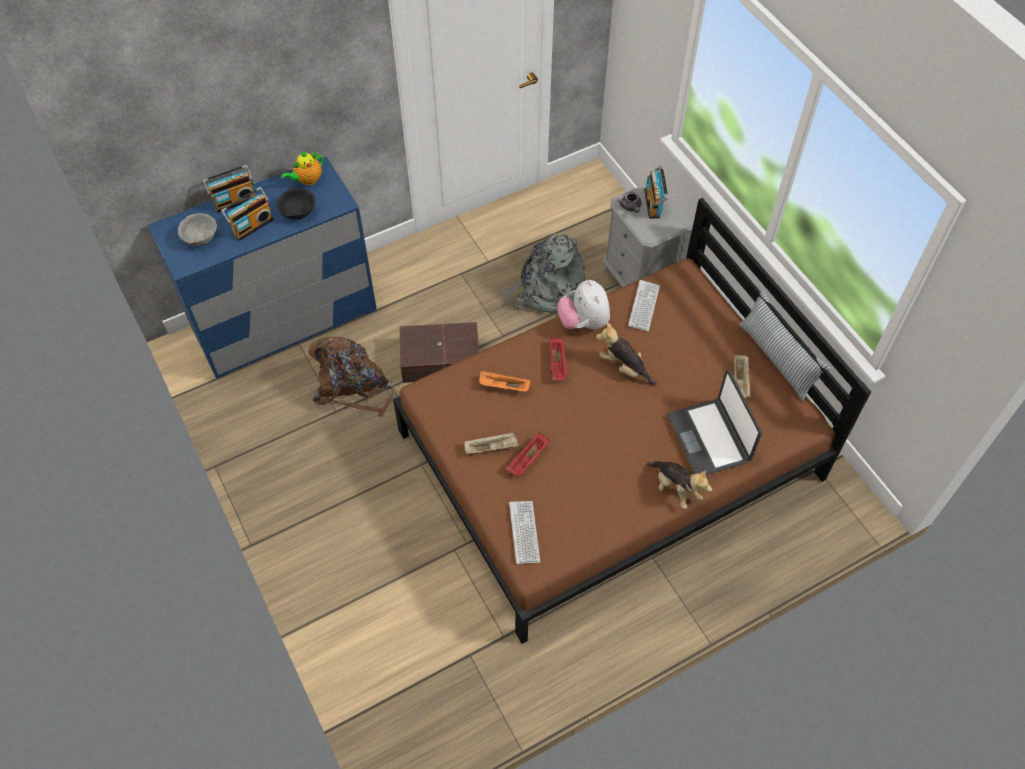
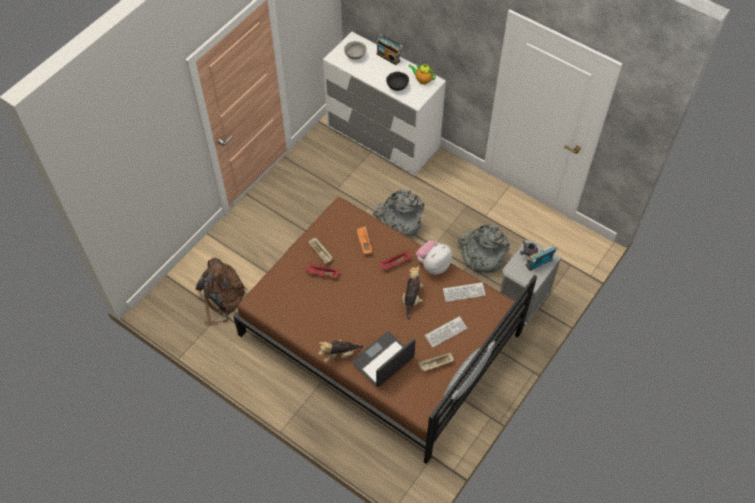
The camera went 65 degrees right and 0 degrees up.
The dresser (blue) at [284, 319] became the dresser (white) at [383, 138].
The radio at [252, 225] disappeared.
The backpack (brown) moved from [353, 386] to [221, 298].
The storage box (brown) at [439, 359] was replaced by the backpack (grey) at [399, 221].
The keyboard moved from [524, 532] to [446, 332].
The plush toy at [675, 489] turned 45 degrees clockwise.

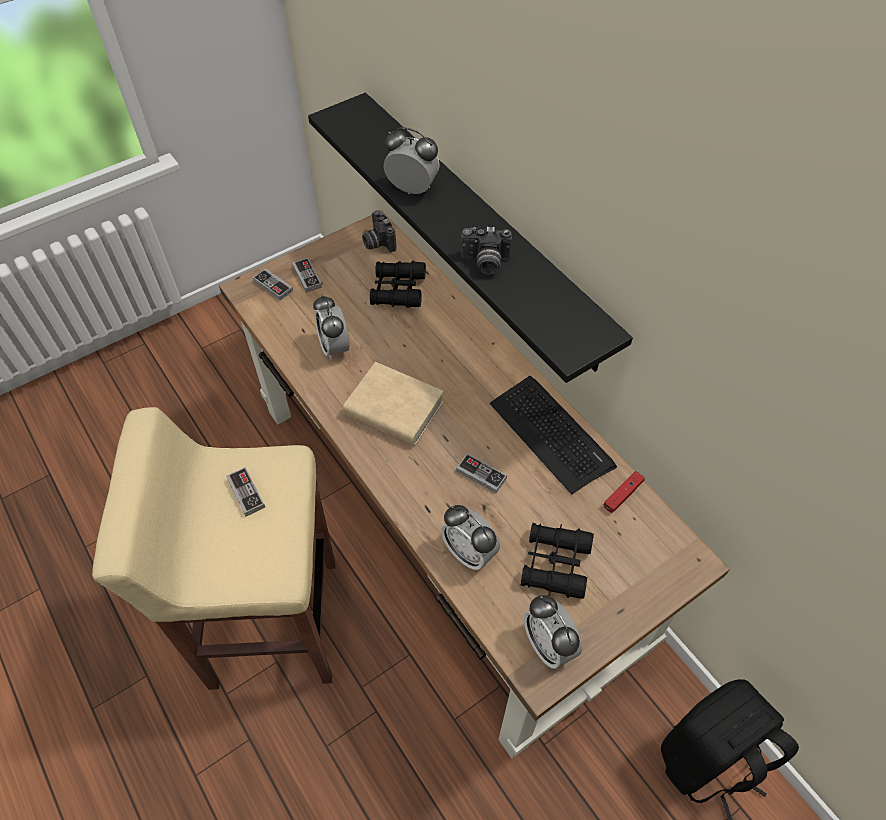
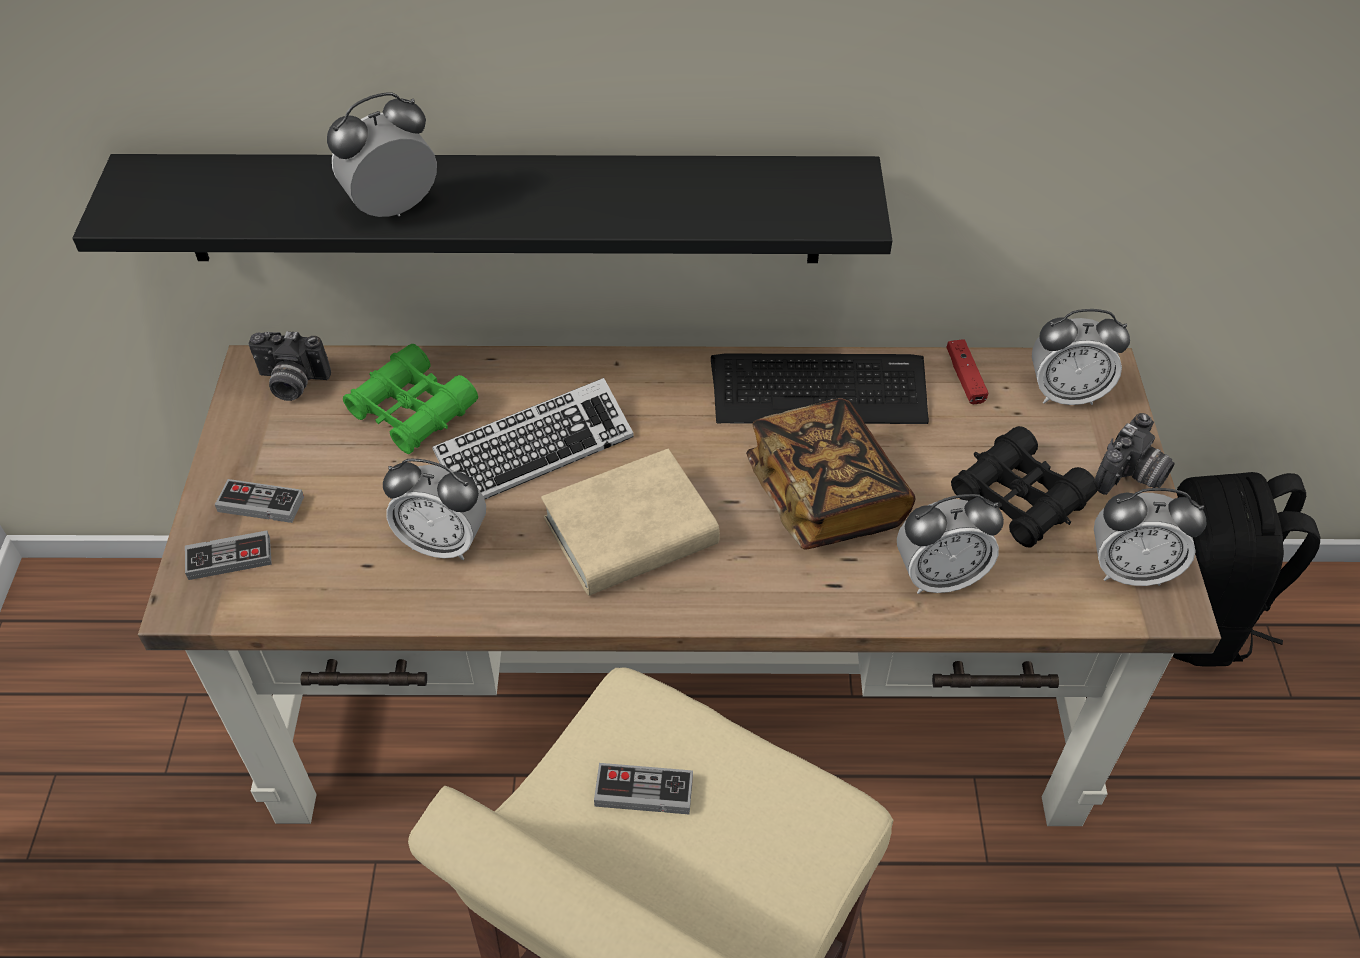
The camera went 55 degrees left and 5 degrees down.
The binoculars (black) at [398, 290] became the binoculars (green) at [412, 410].
The game controller at [481, 474] was replaced by the book at [825, 496].
The photo camera moved from [485, 263] to [1131, 477].
The keyboard at [535, 450] appeared.
The alarm clock at [1065, 394] appeared.

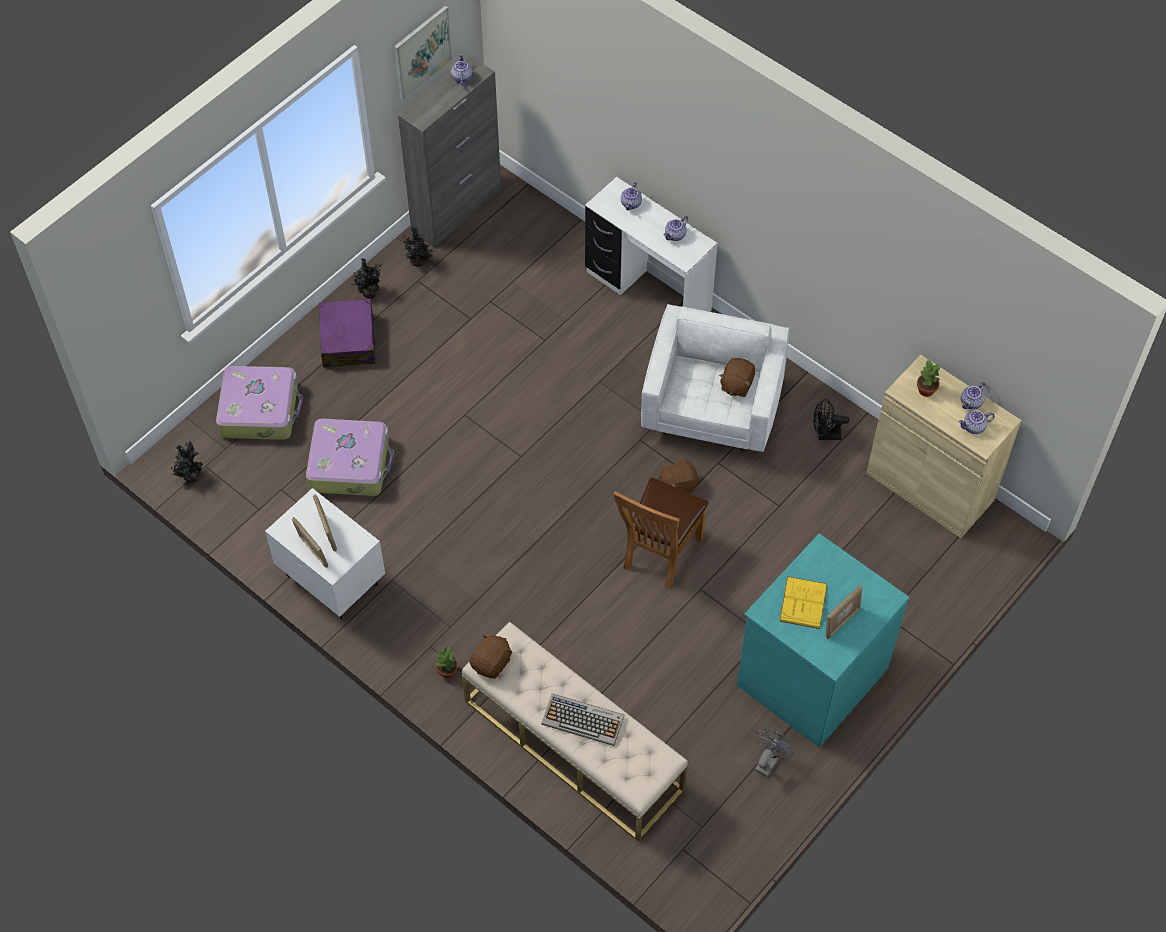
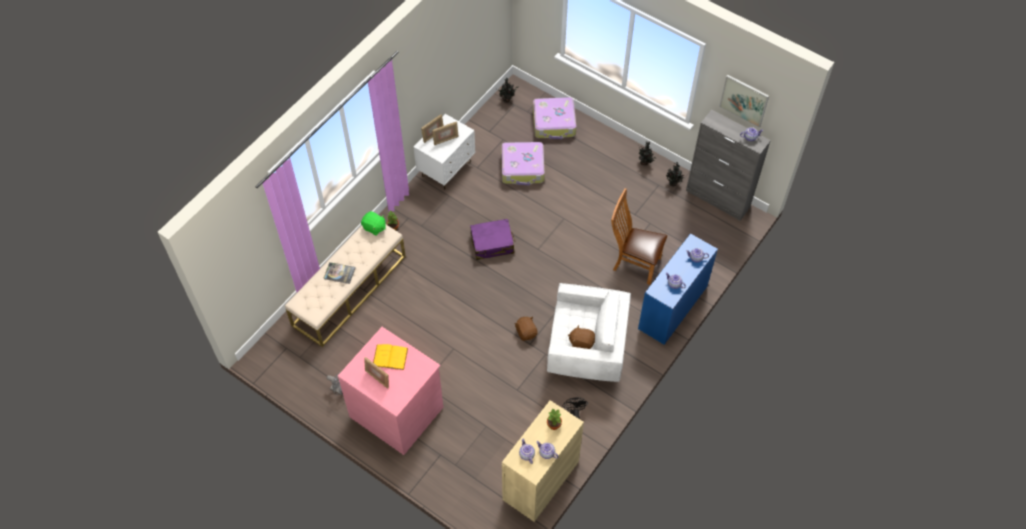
The camera went 85 degrees right and 0 degrees up.
The suitcase (purple) moved from [348, 340] to [492, 243].
The plush toy (brown) at [492, 663] became the plush toy (green) at [374, 227].
The keyboard at [583, 720] was replaced by the book at [339, 273].
The desk (white) at [647, 293] became the desk (blue) at [672, 307].
The chair (brown) moved from [659, 555] to [633, 263].
The dresser (turquoise) at [810, 675] became the dresser (pink) at [397, 411].

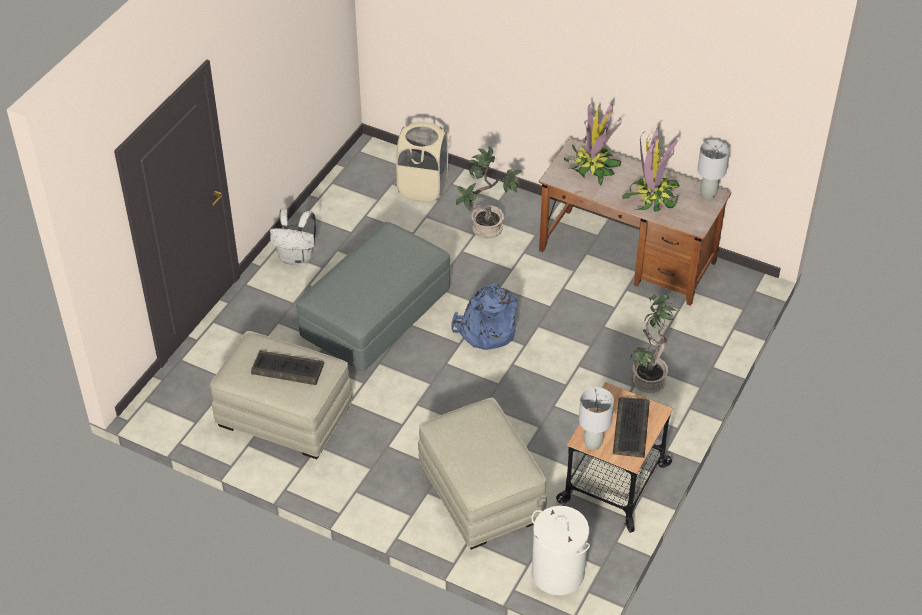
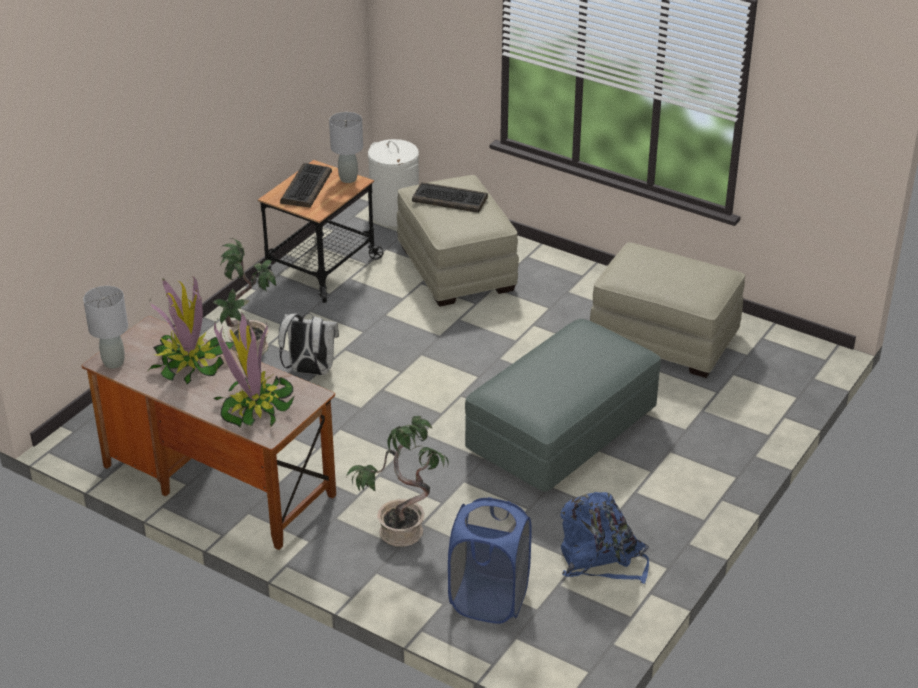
The camera went 175 degrees left and 10 degrees down.
The keyboard moved from [287, 369] to [450, 199].
The backpack (white) moved from [297, 258] to [309, 371].
The laundry basket (beige) at [423, 188] became the laundry basket (blue) at [489, 599].
The backpack (blue) moved from [485, 331] to [601, 559].

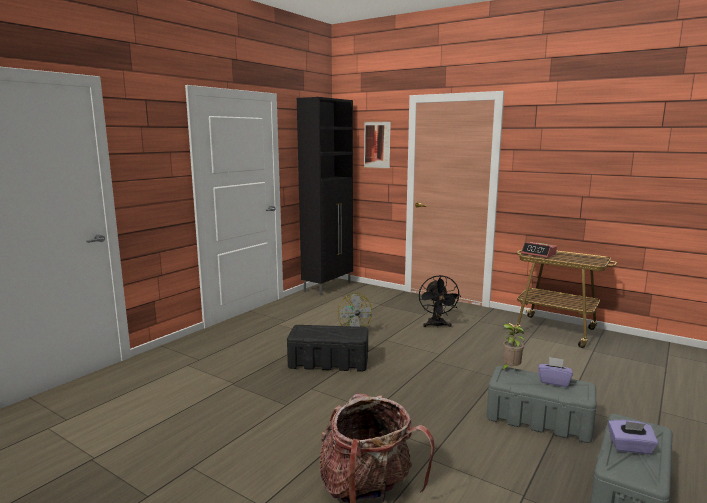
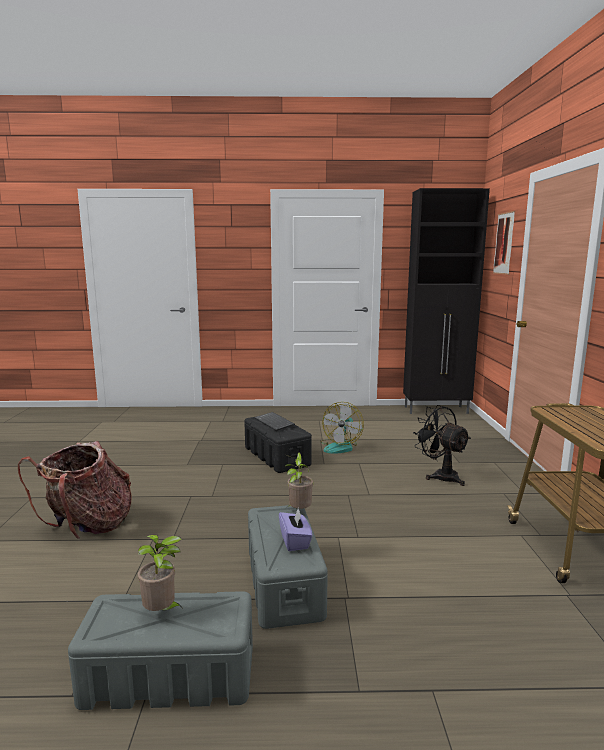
The camera went 55 degrees right and 0 degrees up.
The fan (black) at [436, 325] turned 90 degrees clockwise.
The alarm clock at [539, 254] disappeared.
The tissue box (purple) at [630, 447] was replaced by the potted plant at [162, 612].
The keyboard at [275, 422] appeared.

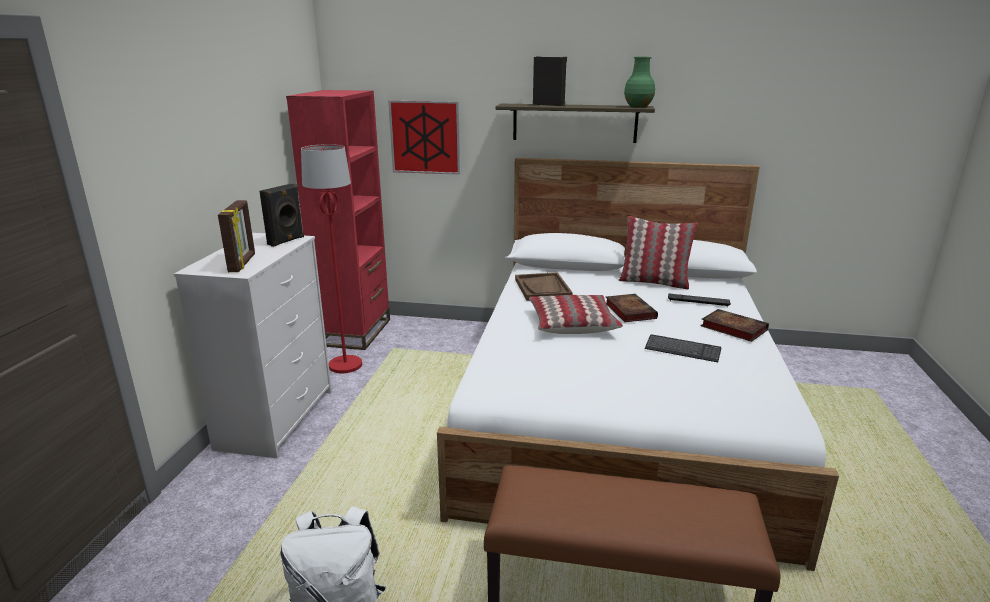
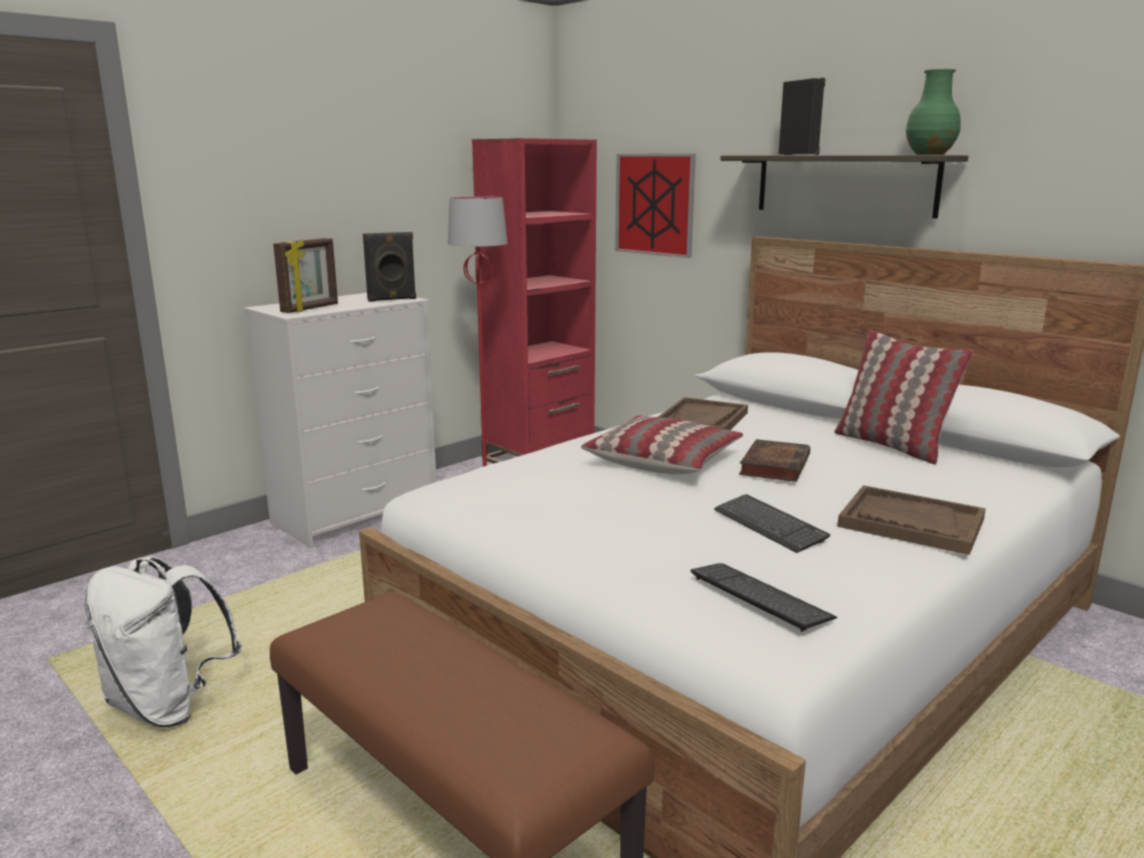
The camera went 35 degrees right and 5 degrees down.
The keyboard moved from [698, 300] to [759, 597].
The book at [731, 328] was replaced by the tray (brown) at [910, 523].

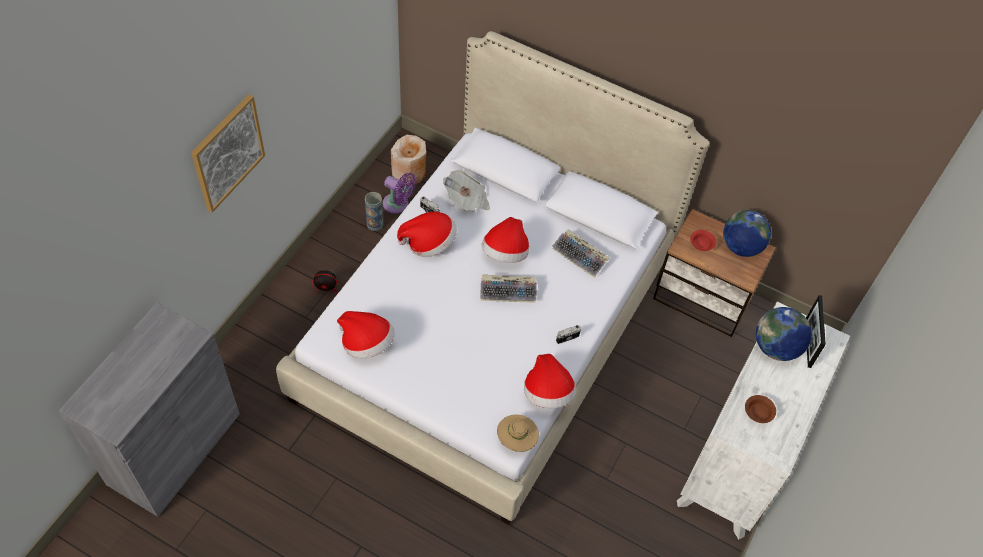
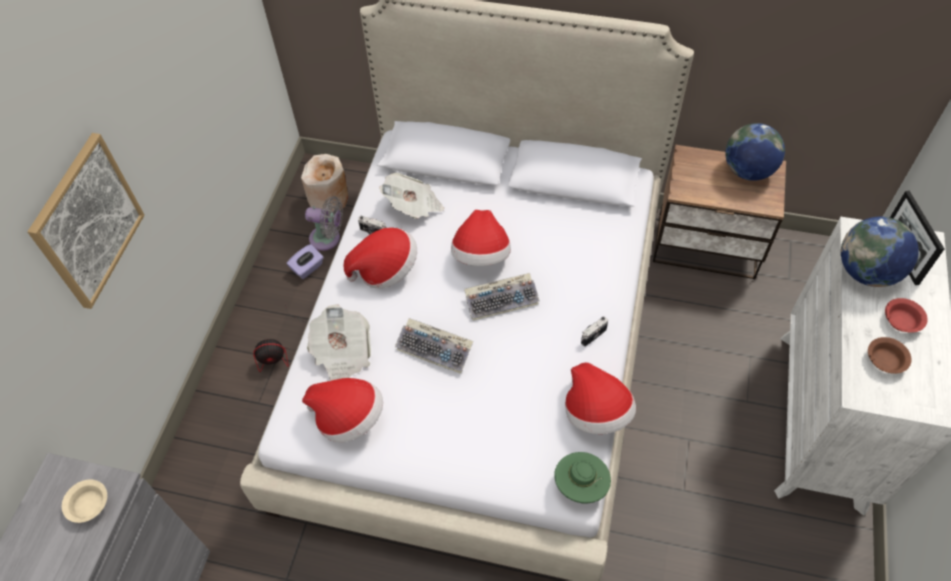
The camera went 10 degrees left and 0 degrees up.
The vase at [375, 224] was replaced by the tissue box (purple) at [308, 268].
The fan (purple) at [398, 205] became the fan (grey) at [328, 239].
The hat (beige) at [516, 439] became the hat (green) at [581, 485].
The keyboard moved from [580, 256] to [436, 349].
The bowl (red) moved from [702, 244] to [902, 321].
The bowl (beige) at [90, 504] appeared.
The newspaper at [342, 354] appeared.

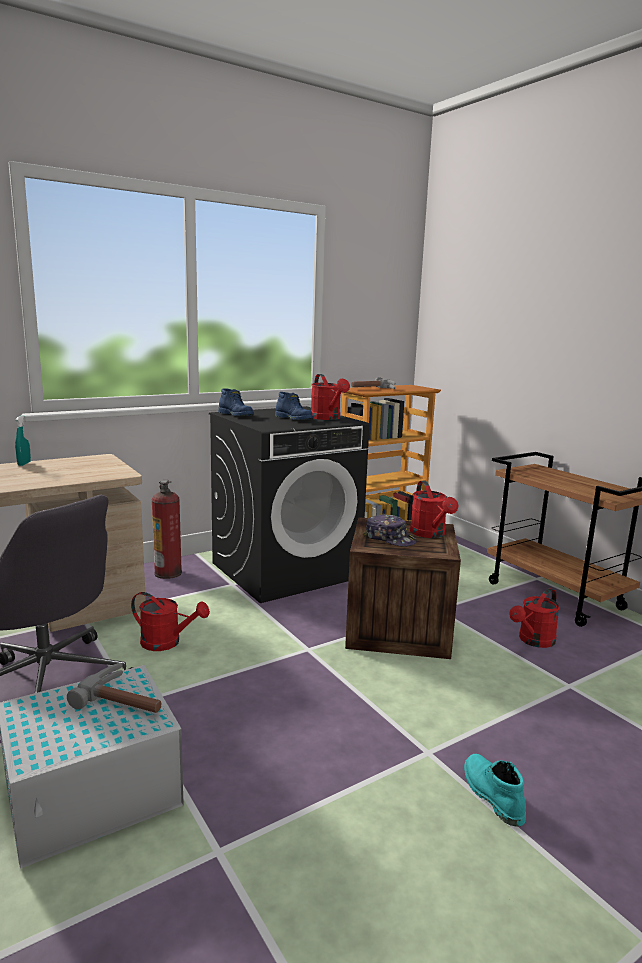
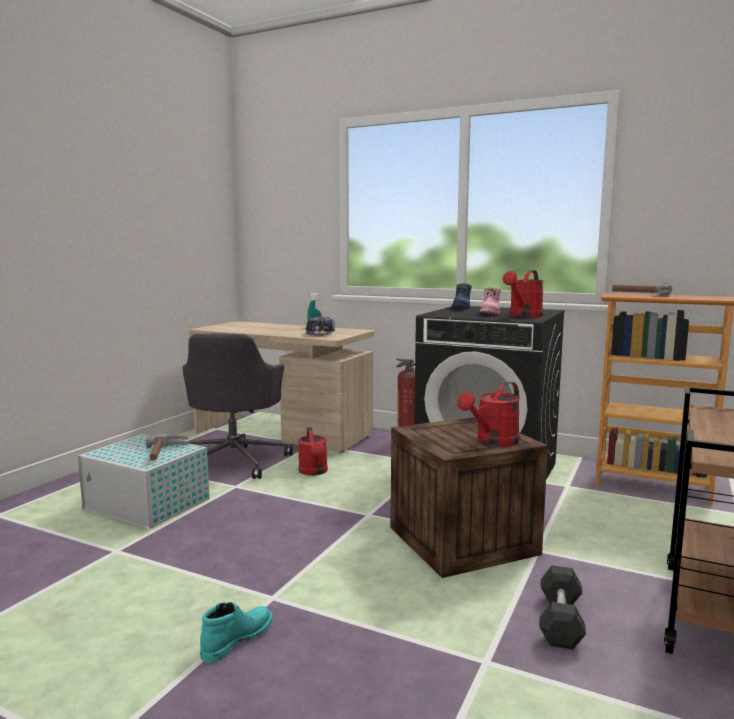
The camera went 60 degrees right and 5 degrees down.
The boot (blue) at [294, 419] became the boot (pink) at [491, 313].
The cap moved from [389, 539] to [320, 334].
The watering can (red) at [533, 641] was replaced by the dumbbell (grey) at [560, 621].

